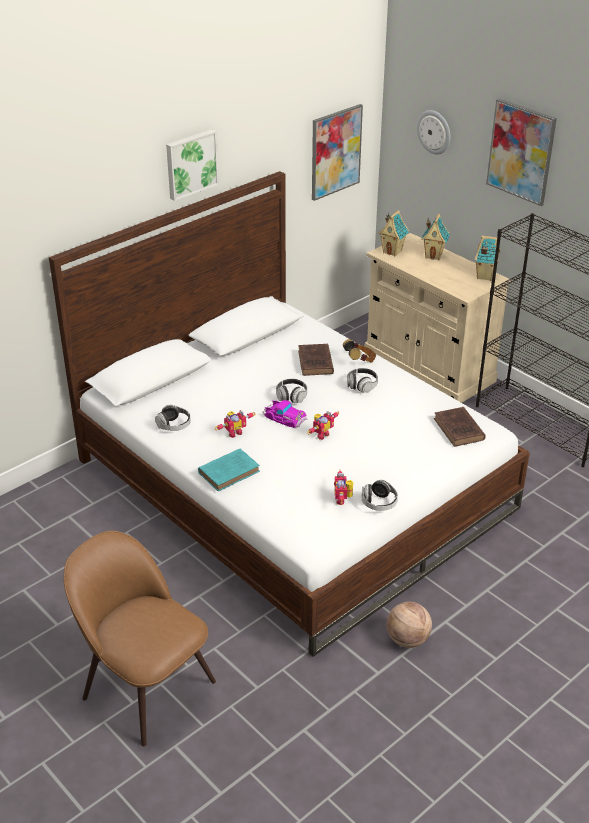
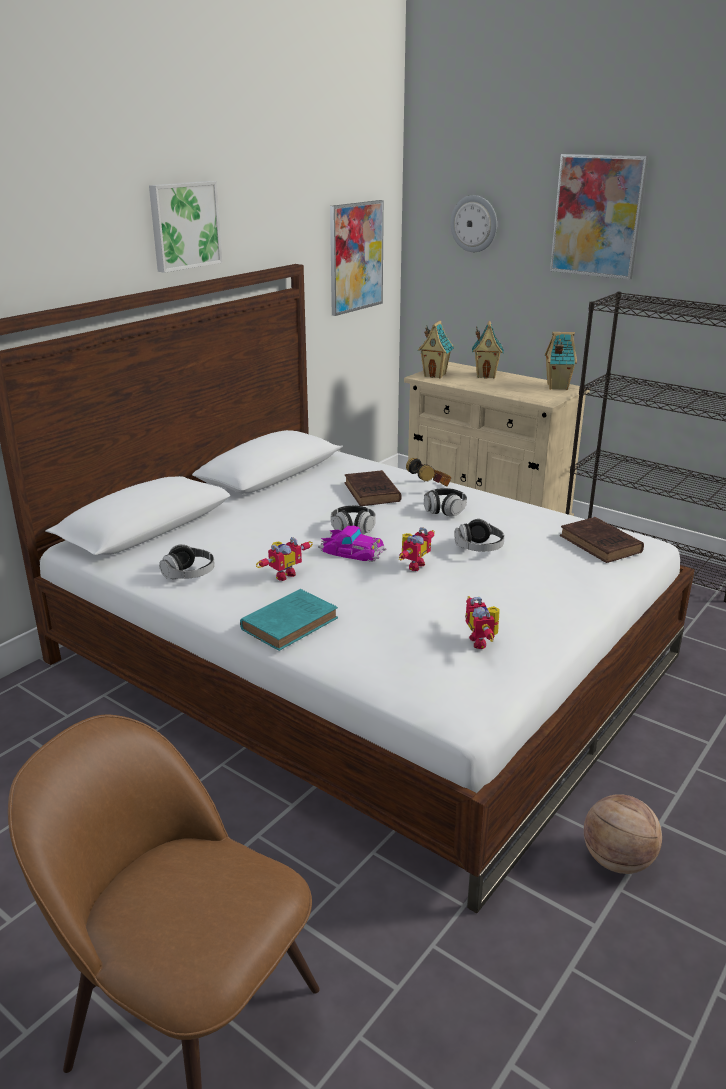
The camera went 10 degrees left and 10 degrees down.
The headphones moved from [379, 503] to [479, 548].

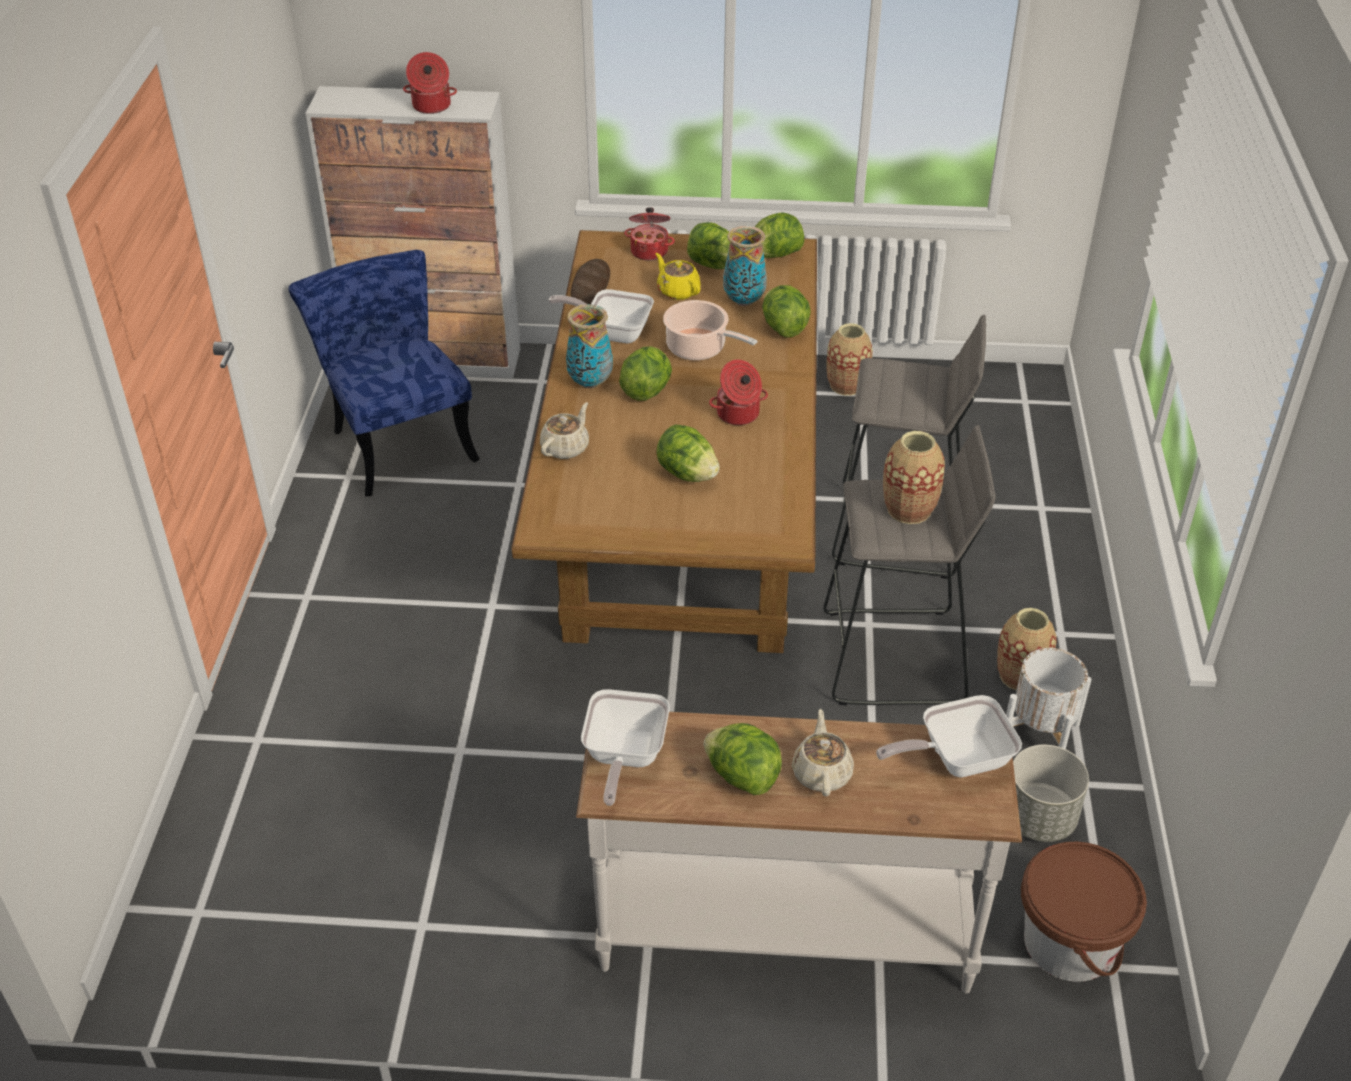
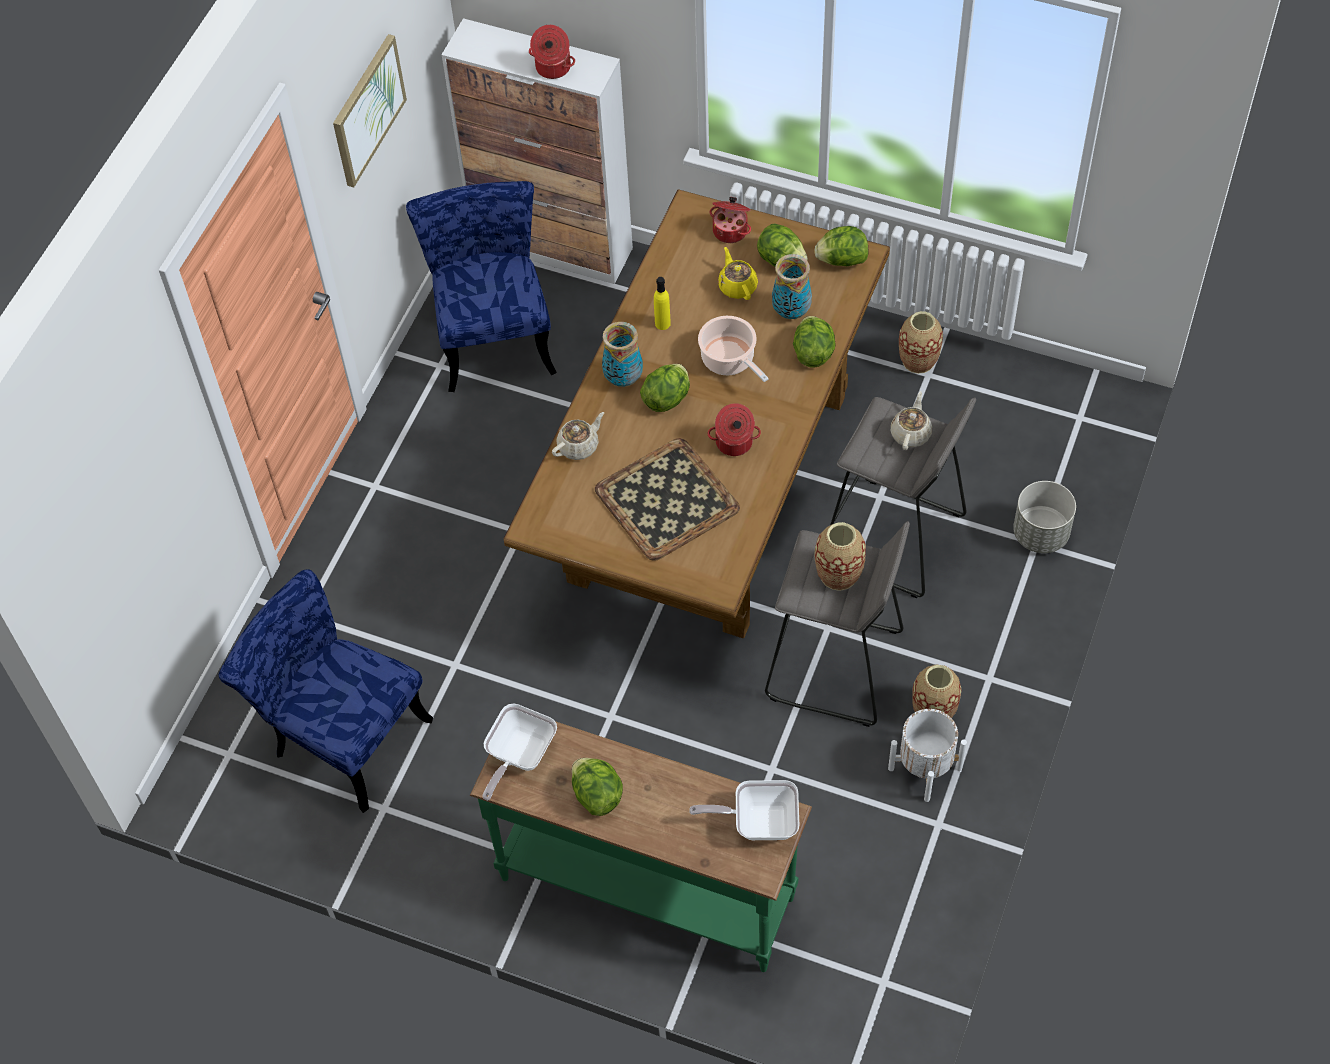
The camera went 20 degrees right and 15 degrees up.
The frying pan at [612, 332] was replaced by the bottle (yellow) at [662, 323].
The bread at [591, 287] disappeared.
The console table (white) at [785, 931] became the console table (green) at [648, 885].
The lettuce at [687, 474] was replaced by the tray at [667, 498].
The teapot (beige) moved from [821, 772] to [911, 433].
The planter (grey) moved from [1038, 818] to [1040, 533].
The bucket (brown) at [1069, 942] disappeared.
The chair (blue) at [341, 733] appeared.
The picture at [367, 110] appeared.

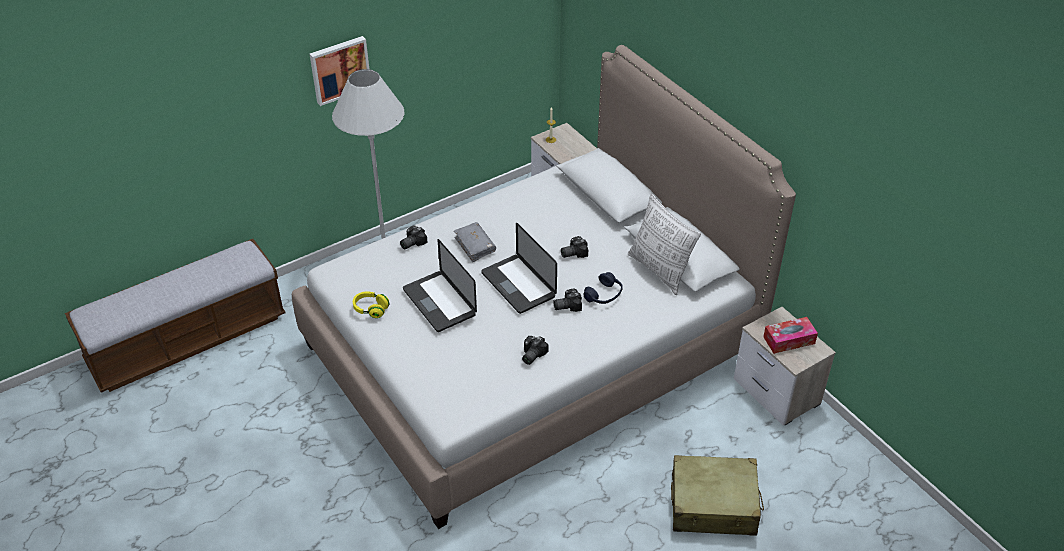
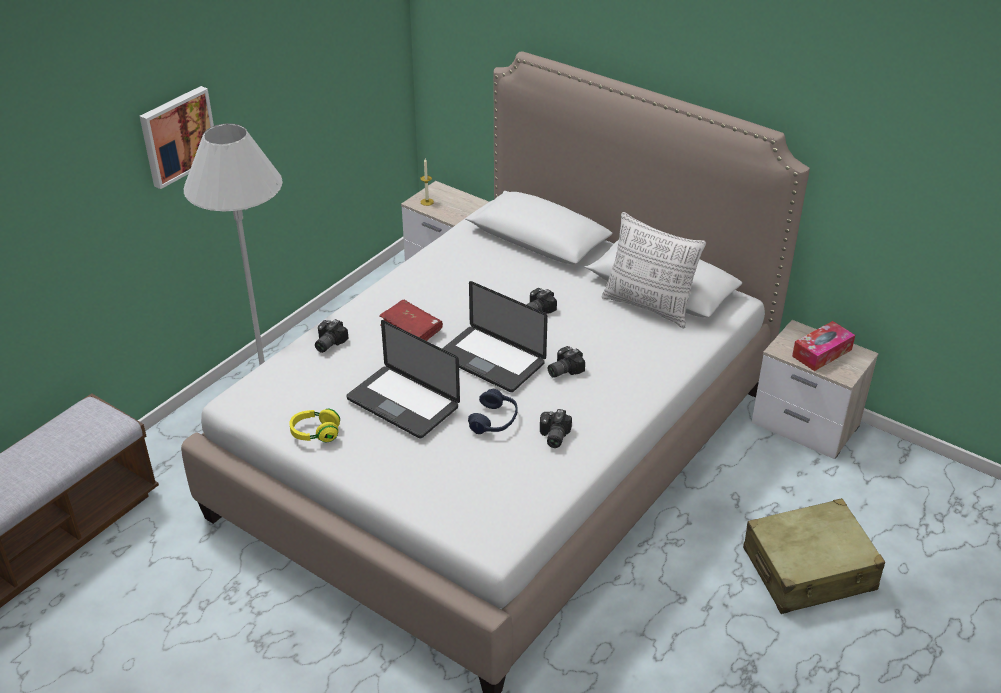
The camera went 20 degrees left and 5 degrees down.
The book (grey) at [475, 246] became the book (red) at [411, 329].
The headphones (blue) moved from [604, 295] to [494, 420].

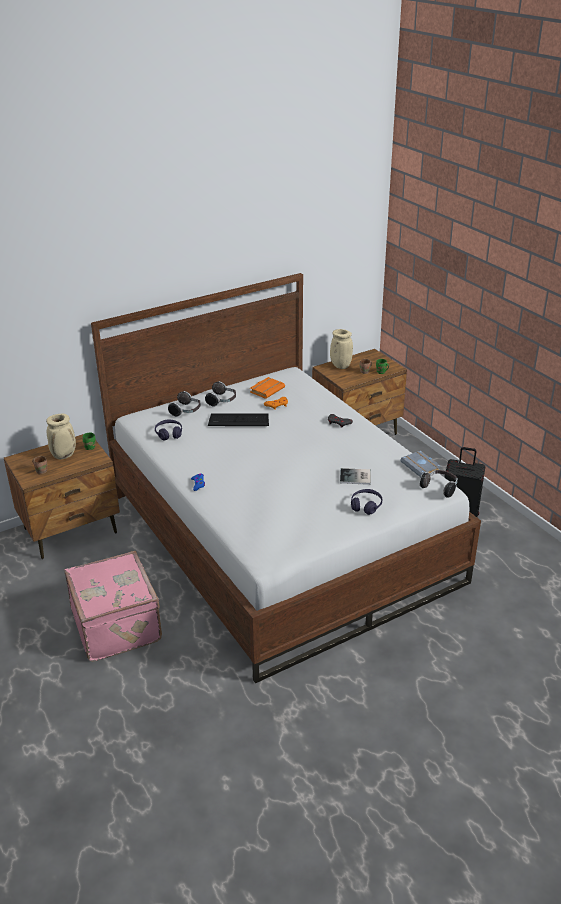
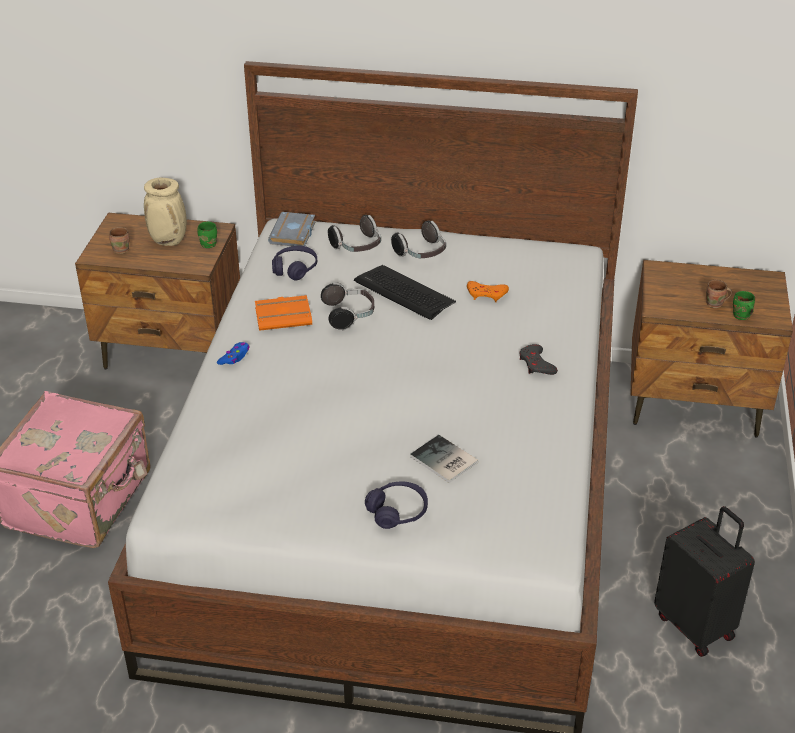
The camera went 40 degrees right and 5 degrees up.
The book (orange) moved from [267, 389] to [284, 316].
The vase (beige) at [340, 366] disappeared.
The book (grey) moved from [422, 467] to [294, 234].
The headphones moved from [440, 488] to [349, 315].

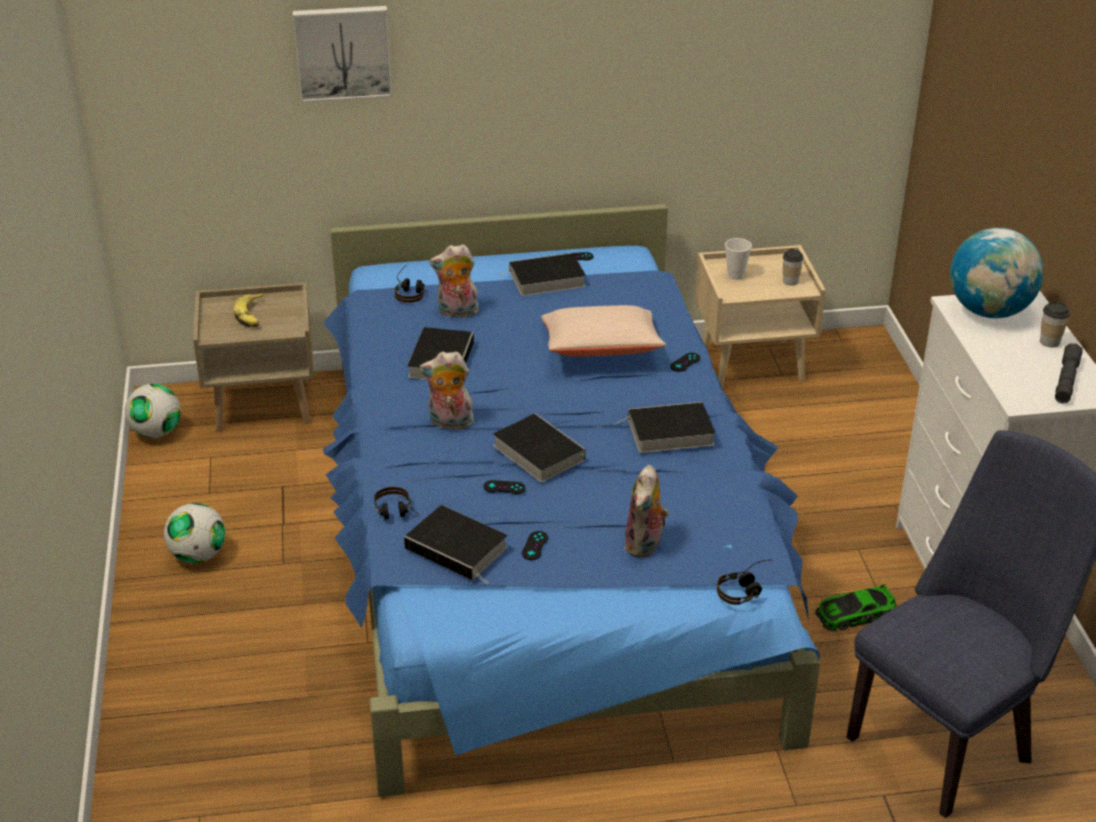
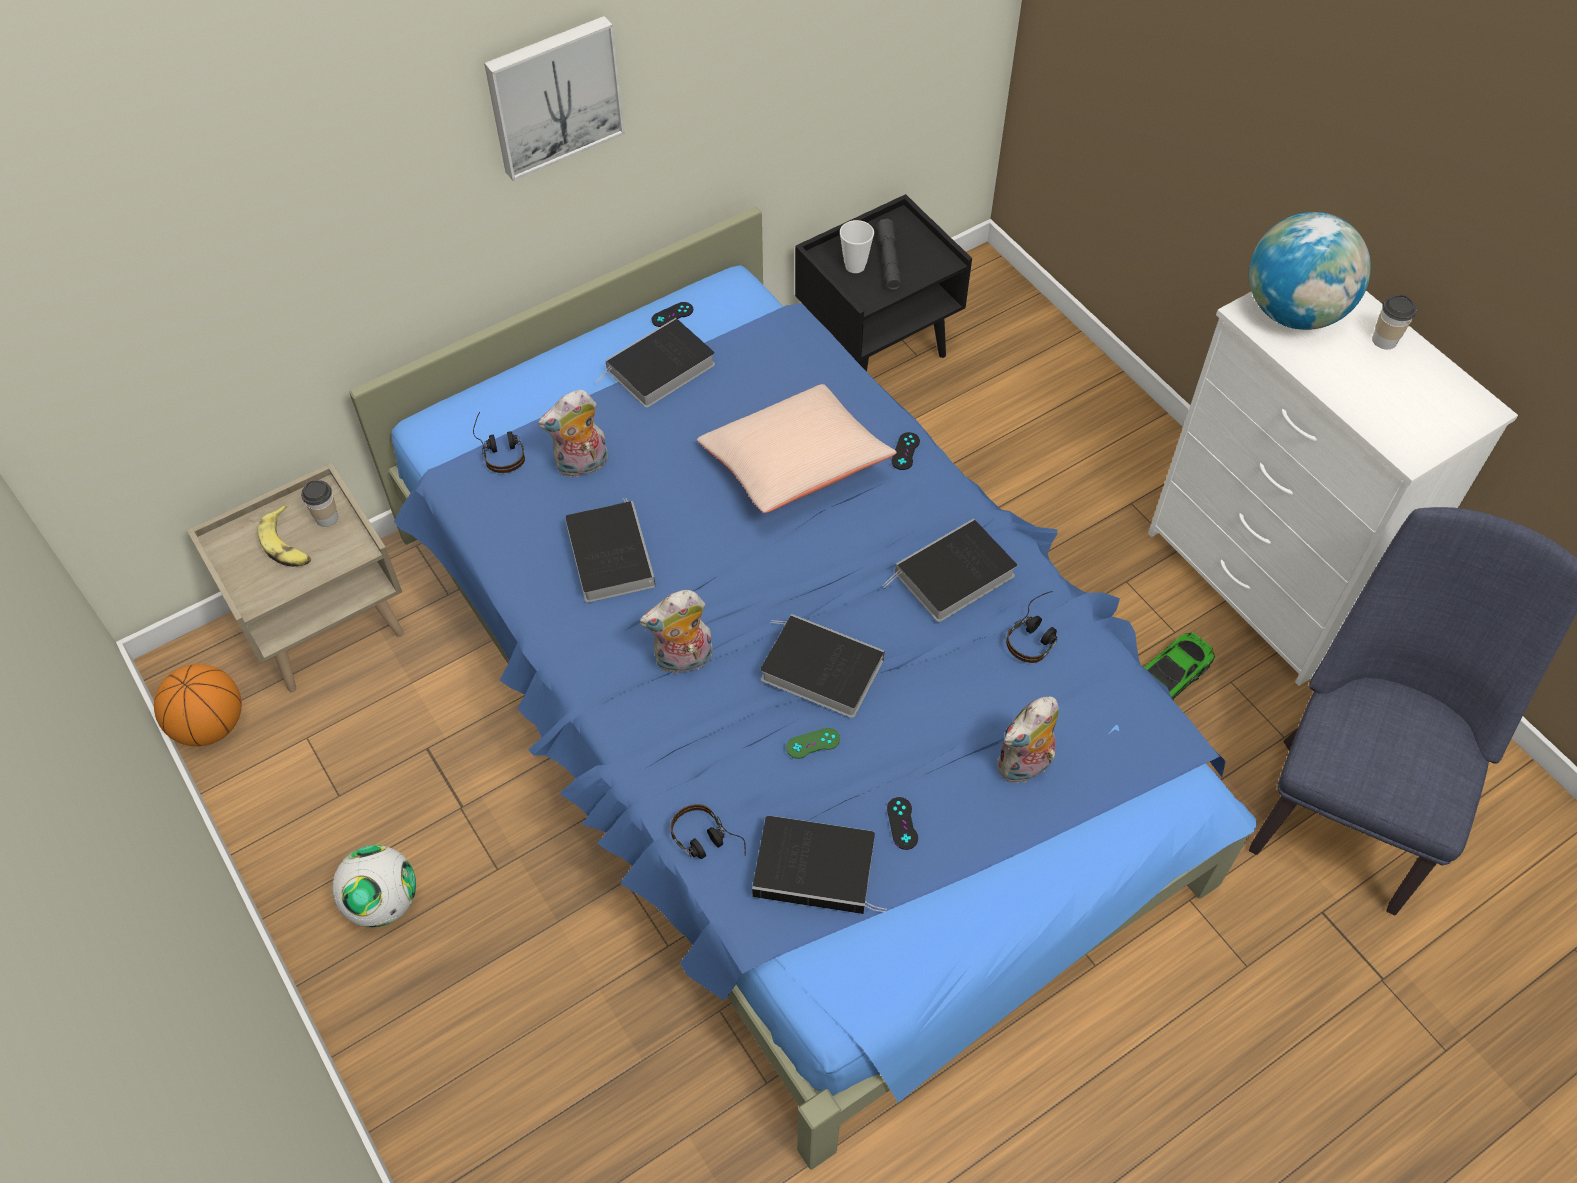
The camera went 25 degrees left and 20 degrees up.
The football at [156, 432] was replaced by the basketball at [210, 725].
The picture moved from [343, 52] to [553, 95].
The game controller (black) at [504, 487] became the game controller (green) at [813, 743].
The plush toy at [645, 545] turned 60 degrees clockwise.
The nightstand (beige) at [753, 363] became the nightstand (black) at [877, 349].
The headphones moved from [747, 589] to [1036, 634].
The cup moved from [790, 281] to [327, 518].
The flashlight (grey) moved from [1066, 380] to [889, 260].

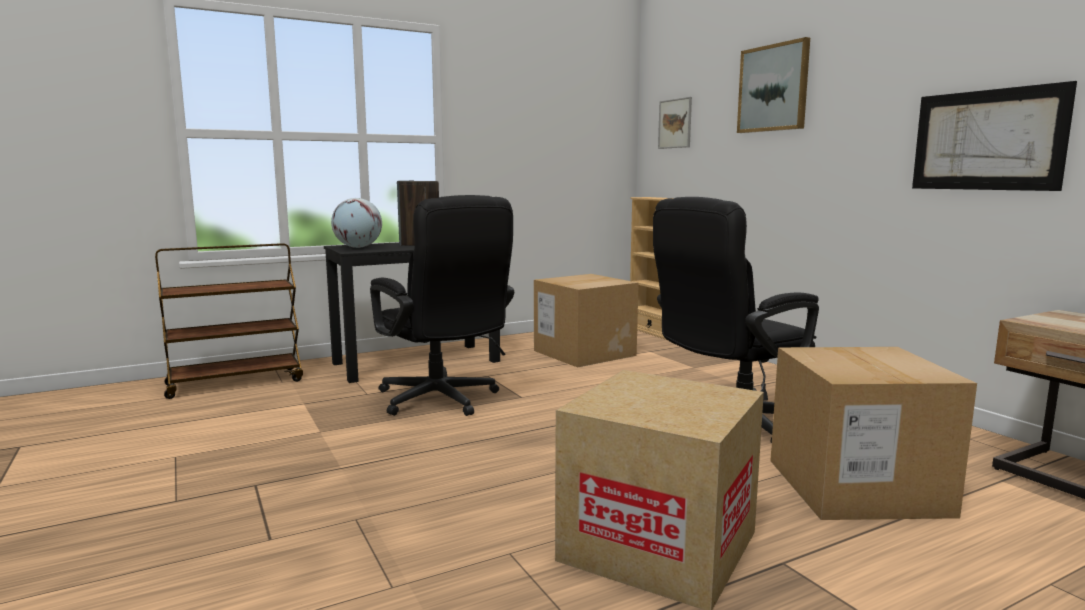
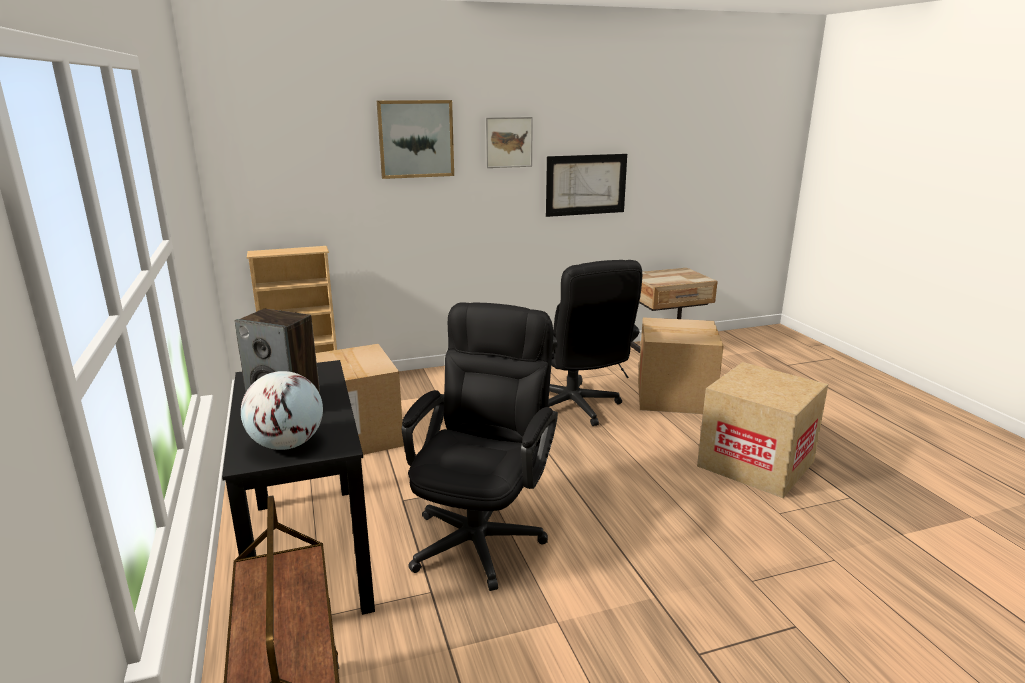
The camera went 80 degrees left and 10 degrees up.
The office chair (black) at [443, 401] turned 45 degrees counterclockwise.
The picture moved from [675, 123] to [508, 142].

